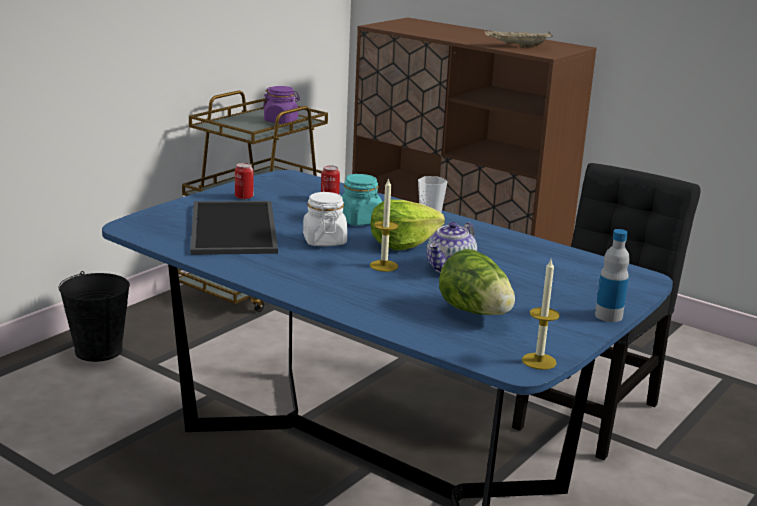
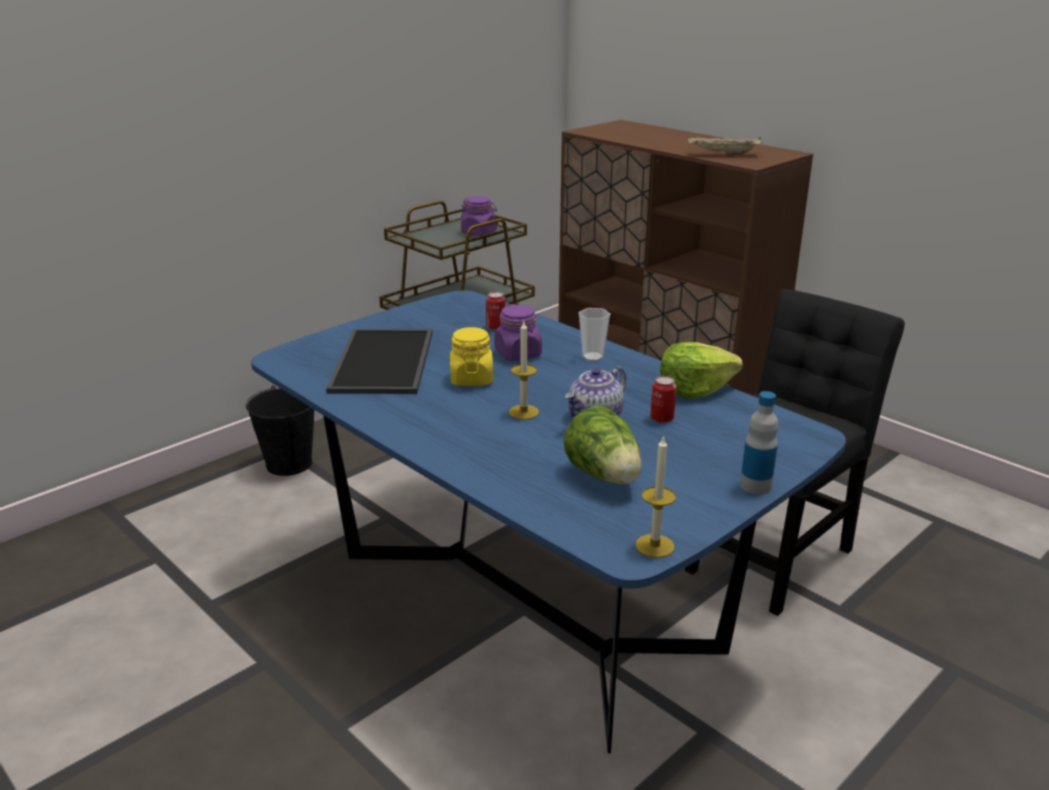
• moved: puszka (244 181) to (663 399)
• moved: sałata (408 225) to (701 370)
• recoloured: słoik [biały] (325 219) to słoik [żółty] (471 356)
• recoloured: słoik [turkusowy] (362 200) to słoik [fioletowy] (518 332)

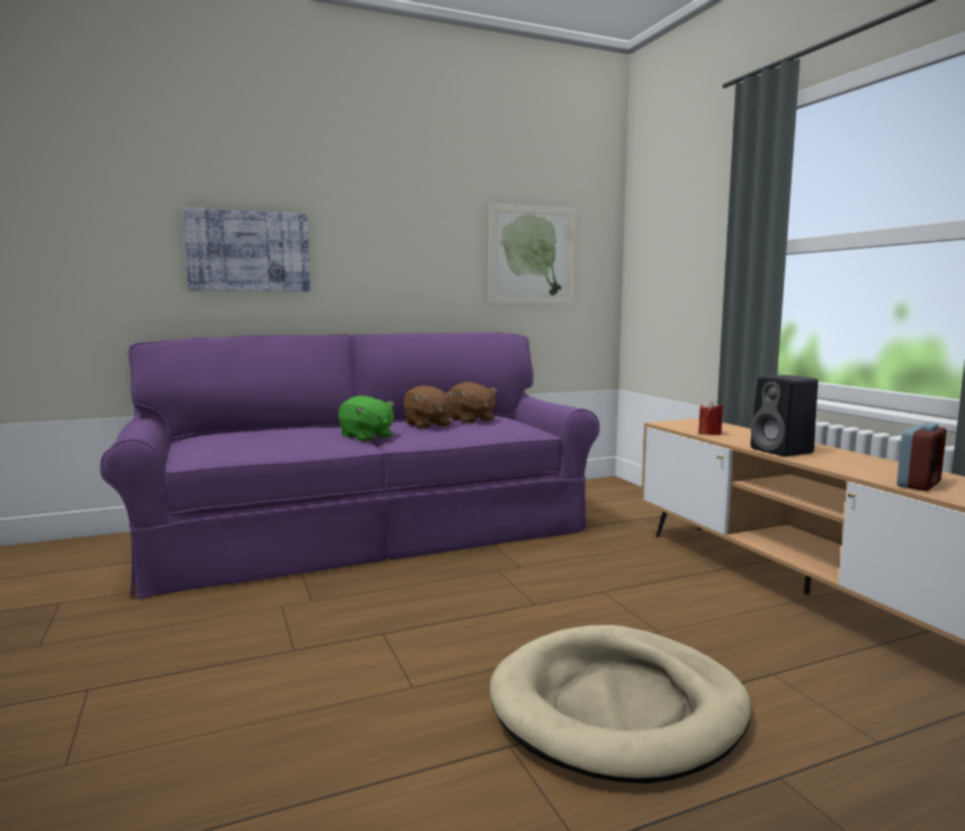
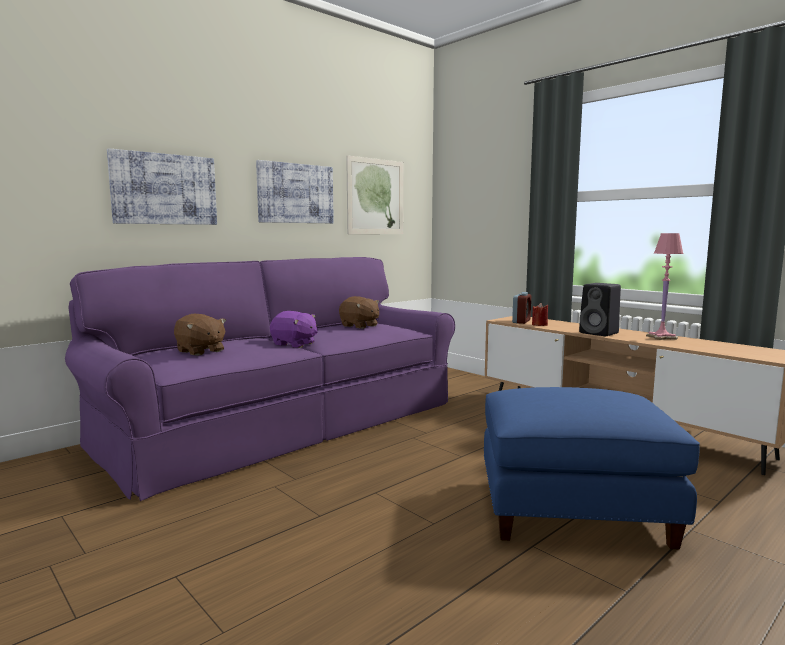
• added: obraz (295 191)
• added: lampa stołowa [różowy] (665 286)
• moved: pluszak [brązowy] (428 407) to (200 335)
• moved: budzik (922 457) to (521 308)
• replaced: legowisko [beżowy] (620 704) to pufa [niebieski] (592 468)
• recoloured: pluszak [zielony] (366 419) to pluszak [fioletowy] (294 329)

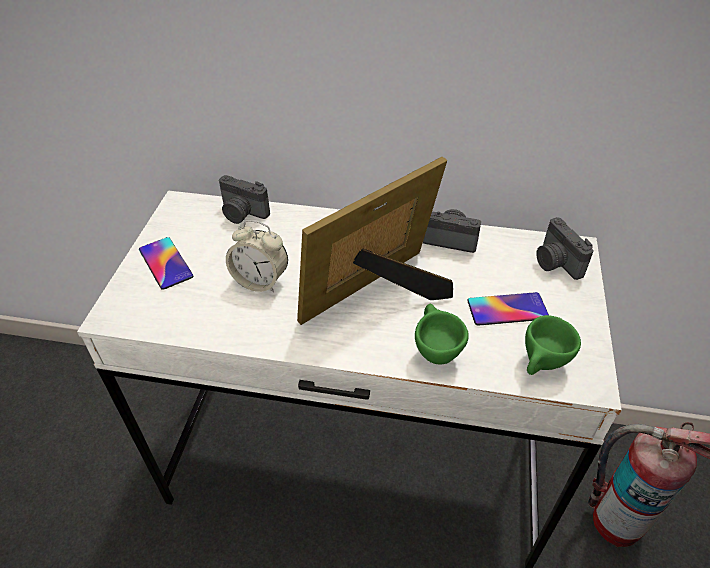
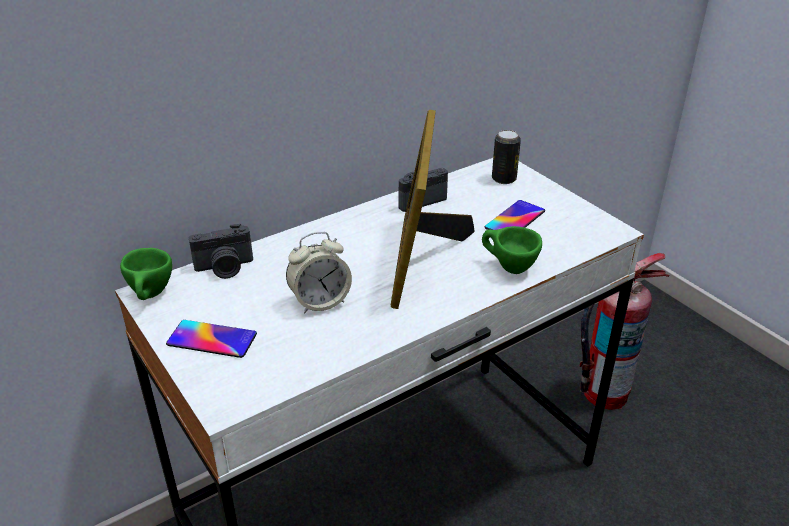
• moved: filiżanka [zielony] (553 345) to (146 274)
• replaced: aparat fotograficzny (564 248) to puszka (506 157)

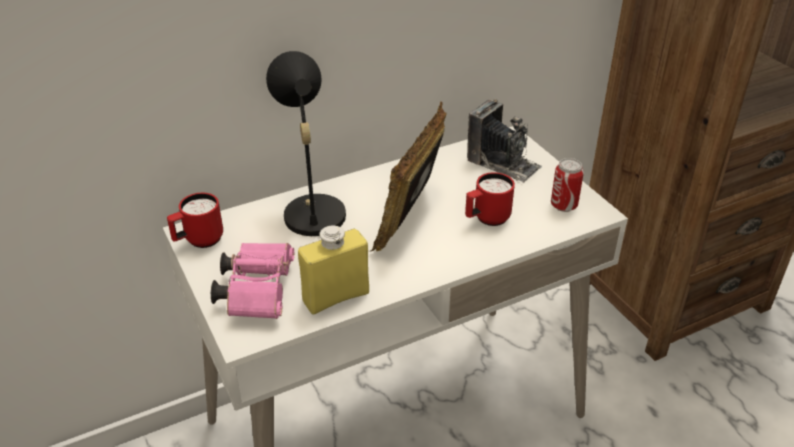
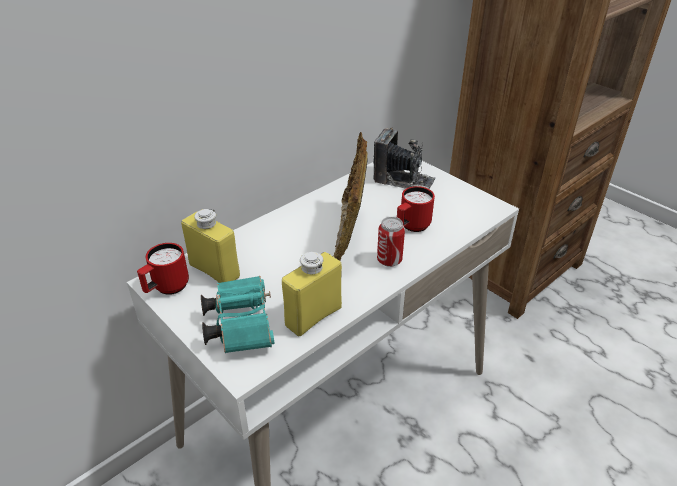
• removed: lampa stołowa [czarny] (306 143)
• added: butelka [żółty] (210 246)
• moved: puszka (567 185) to (391 242)
• recoloured: lornetka [różowy] (252 281) to lornetka [turkusowy] (238 314)

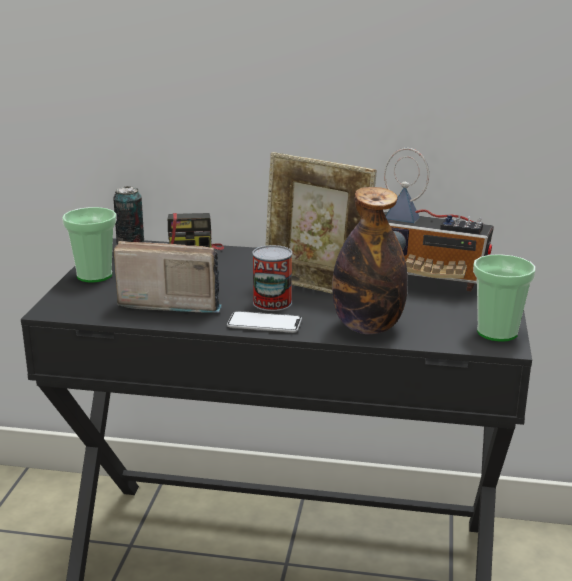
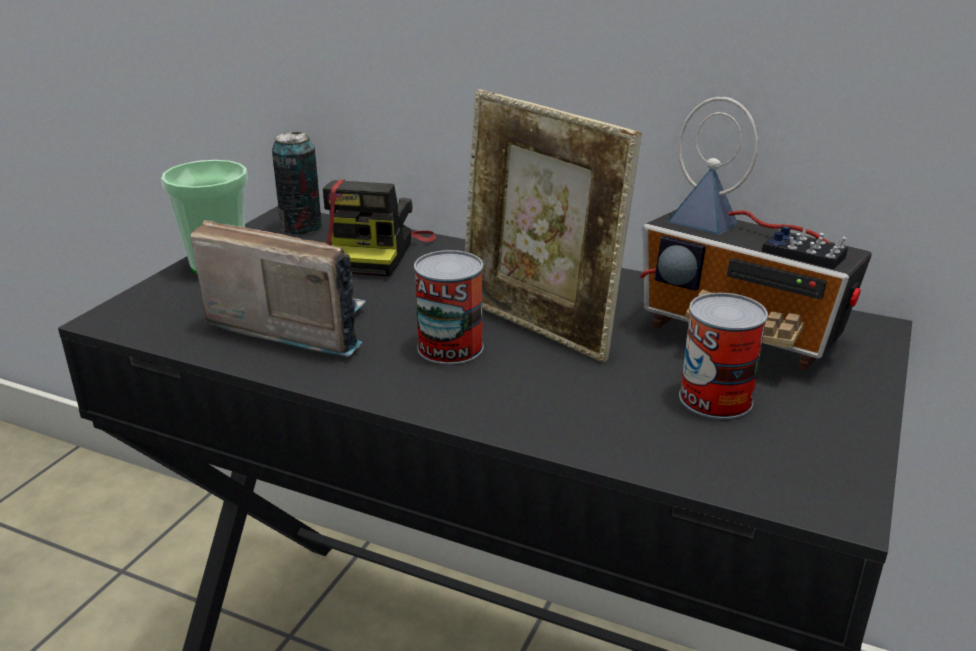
• removed: telefon (264 322)
• removed: butelka (370 260)
• removed: filiżanka (504 298)
• added: puszka (723 356)

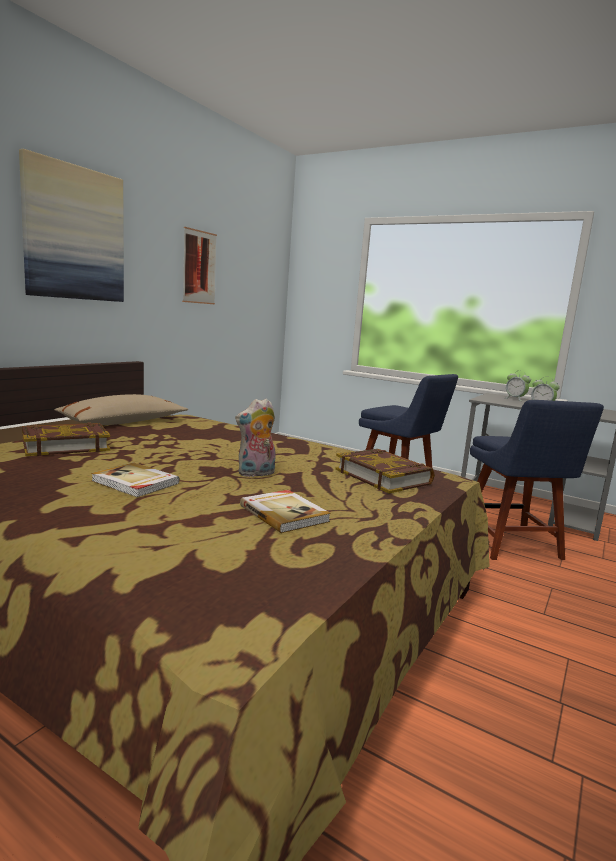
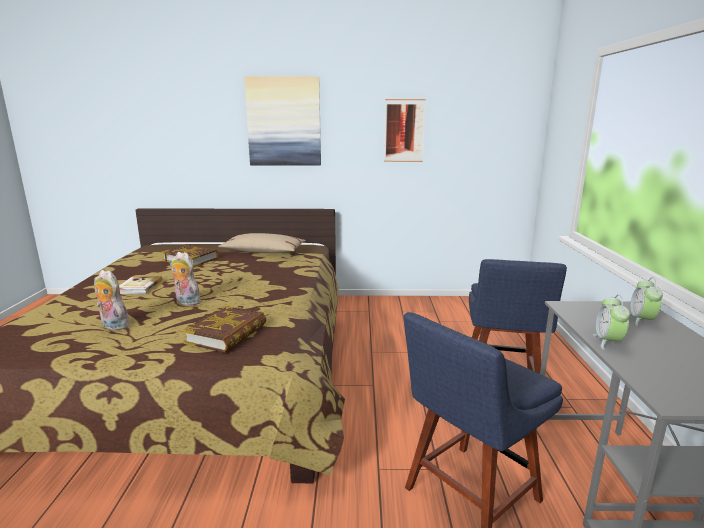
• replaced: książka (285 511) to pluszak (112 300)

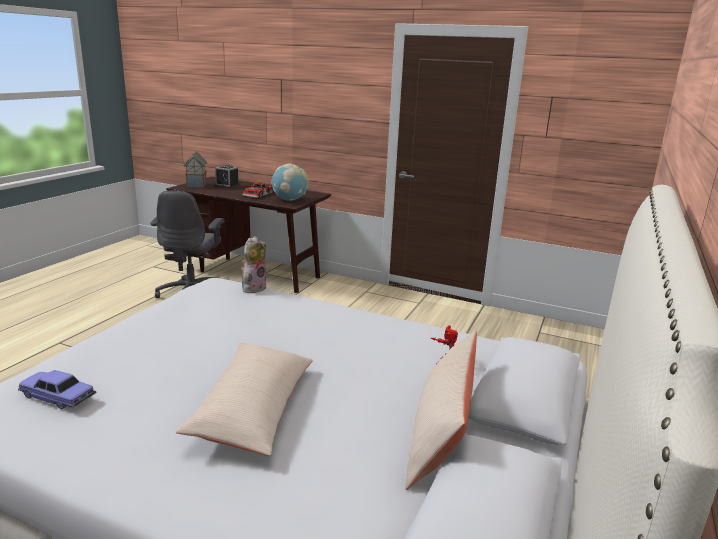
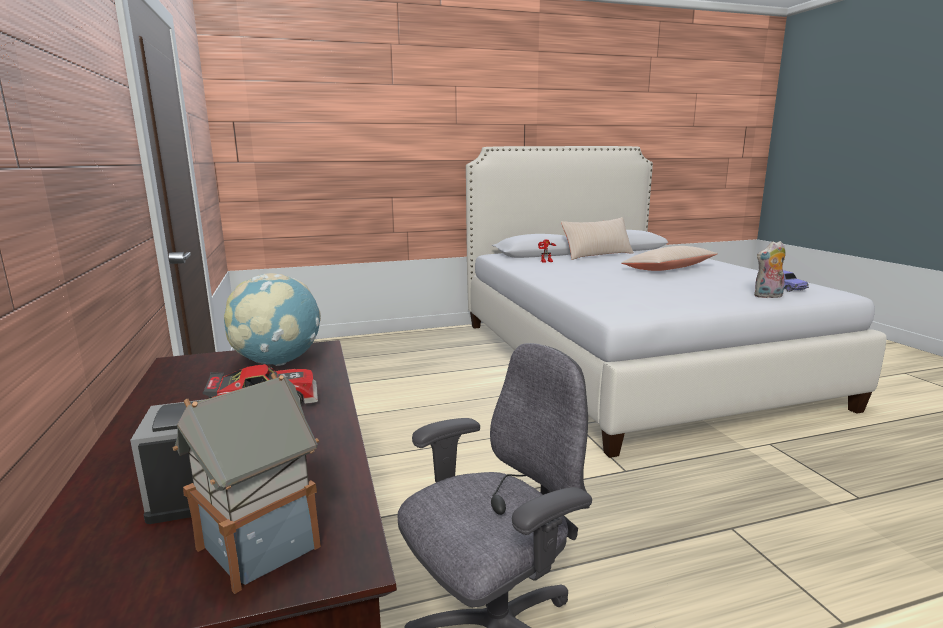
• moved: pluszak (254 264) to (770 269)

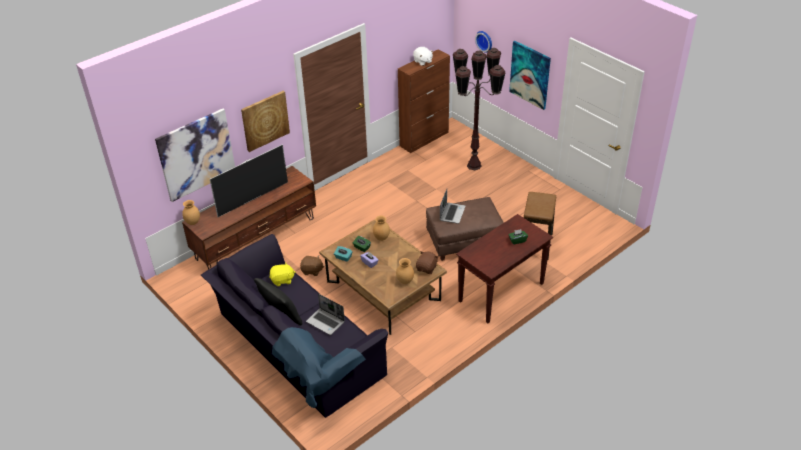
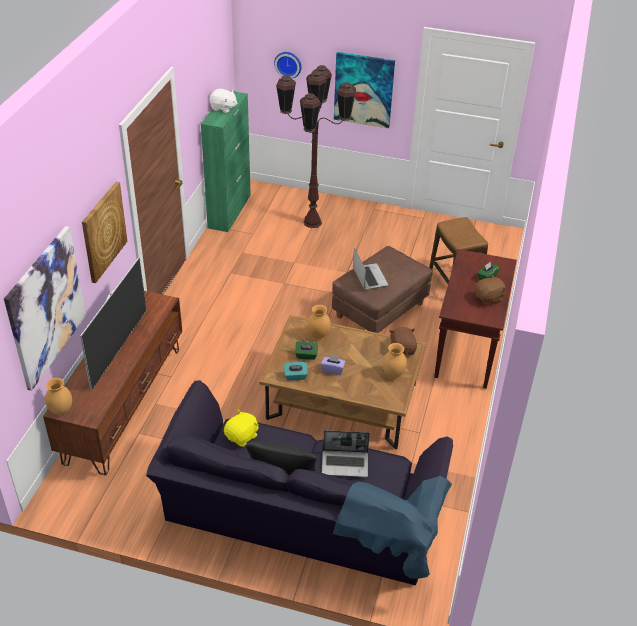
• moved: pluszak [brązowy] (312 266) to (490 290)
• recoloured: szafka [brązowy] (424 101) to szafka [zielony] (226 161)

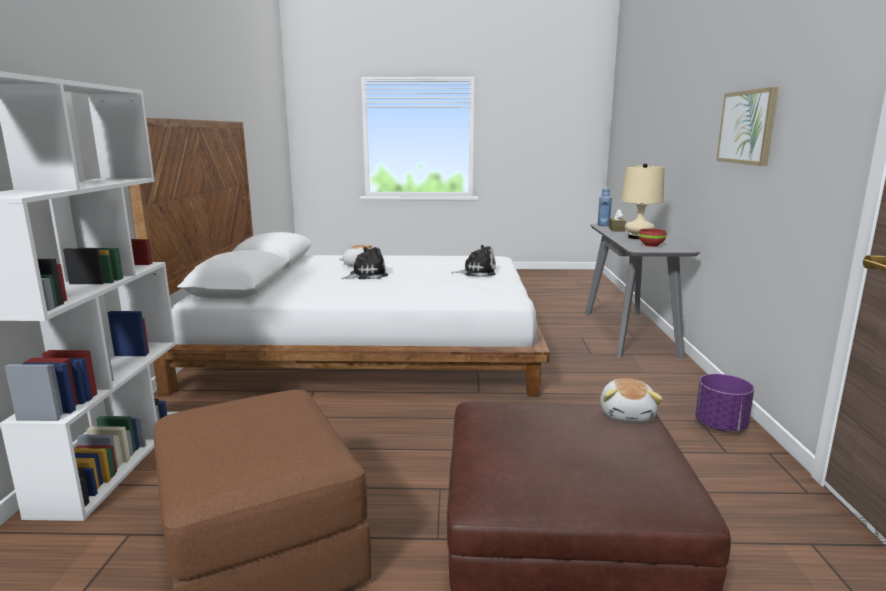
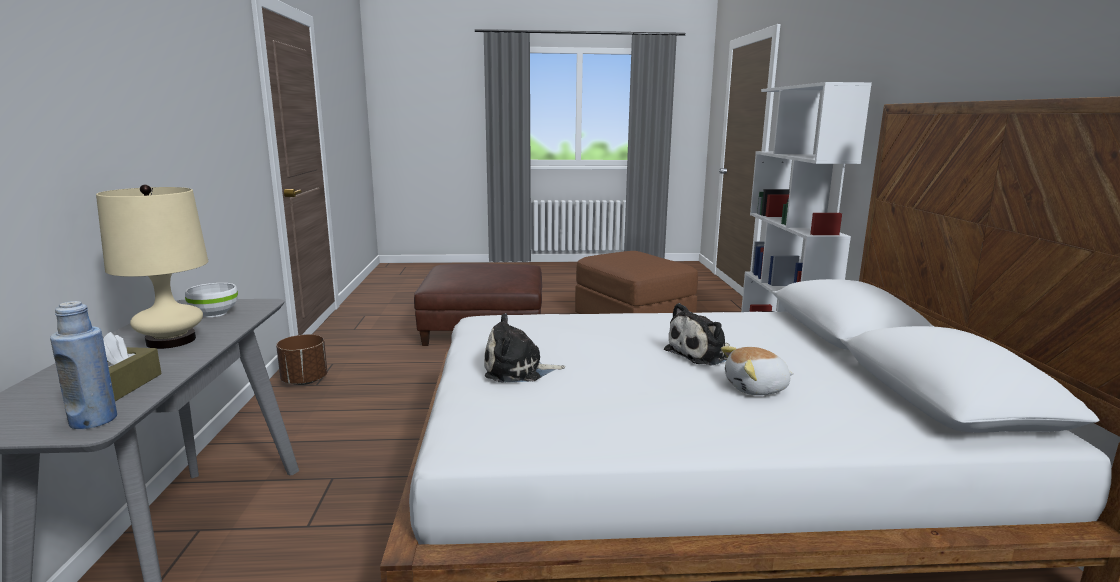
• removed: pluszak (631 400)
• removed: obraz (747 126)
• recoloured: miska [czerwony] (653 238) to miska [biały] (211 300)
• recoloured: donica [fioletowy] (724 403) to donica [brązowy] (301 359)

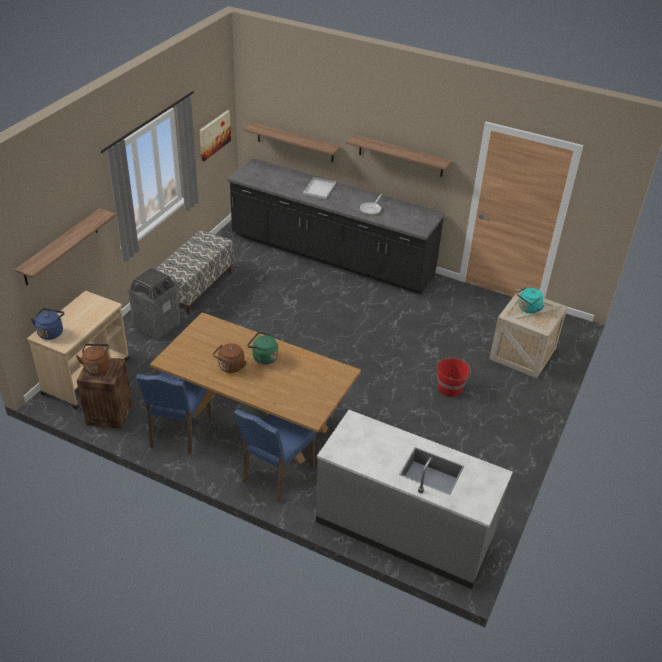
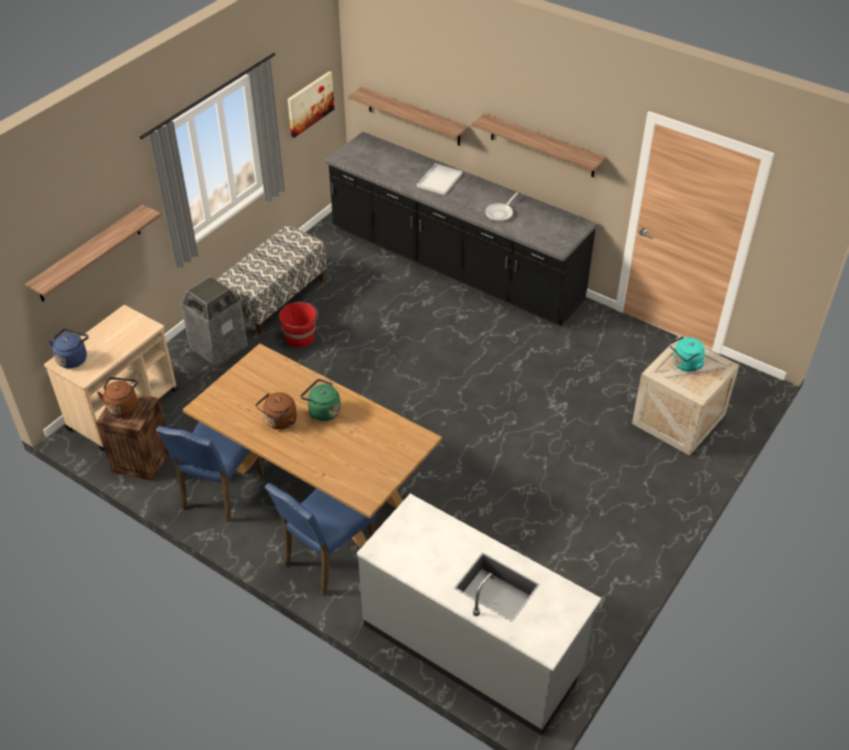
• moved: wiadro [czerwony] (454 377) to (298 324)

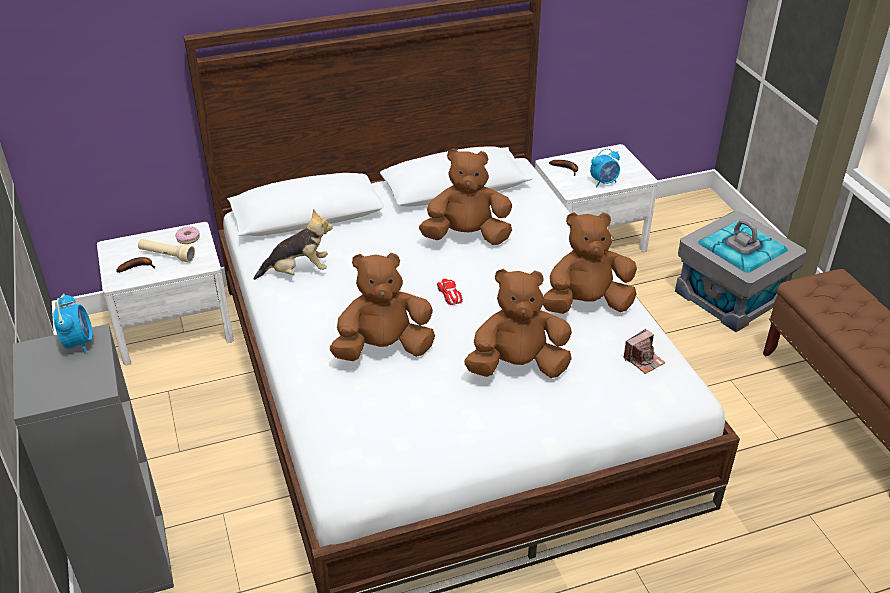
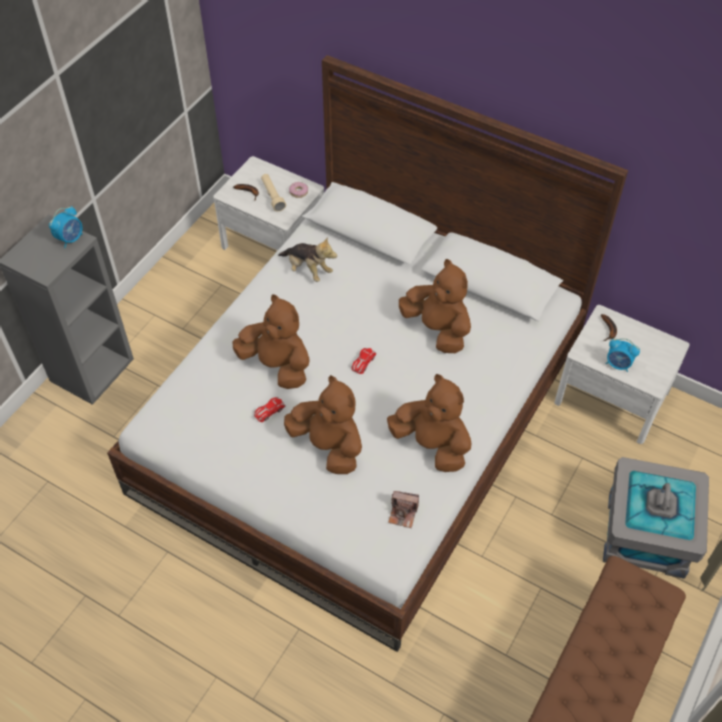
• added: samochodzik (269 409)

